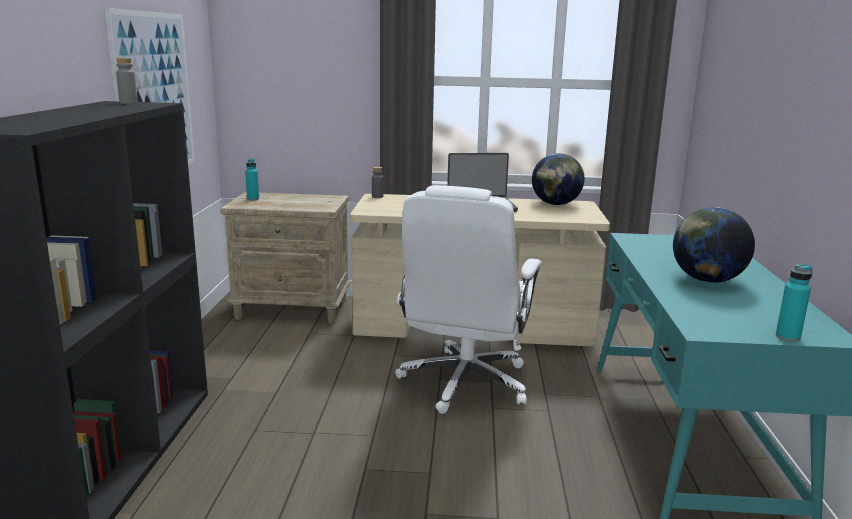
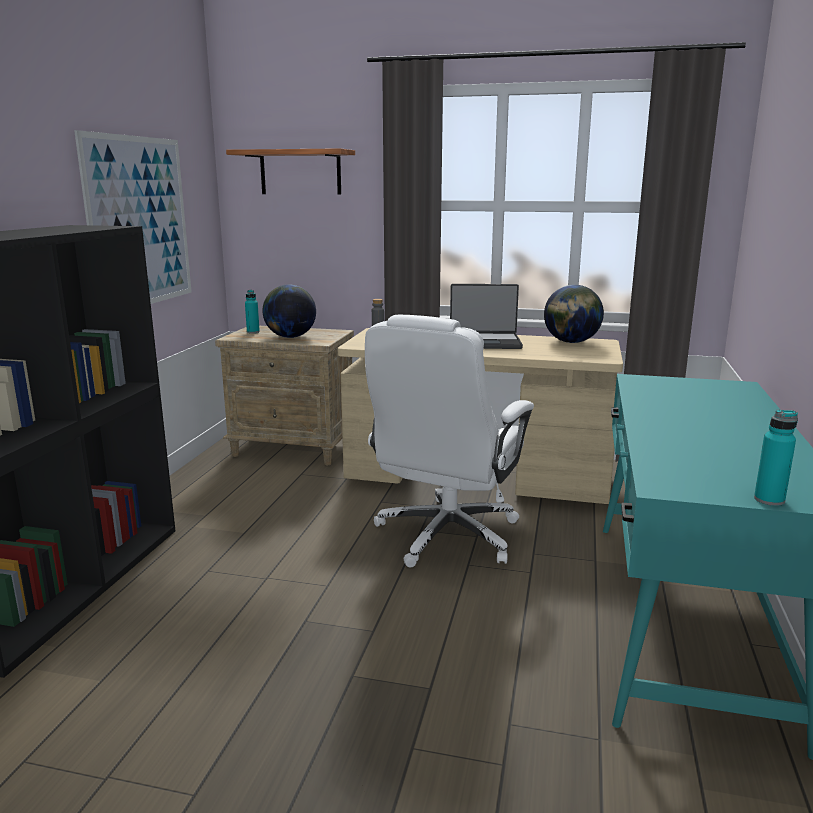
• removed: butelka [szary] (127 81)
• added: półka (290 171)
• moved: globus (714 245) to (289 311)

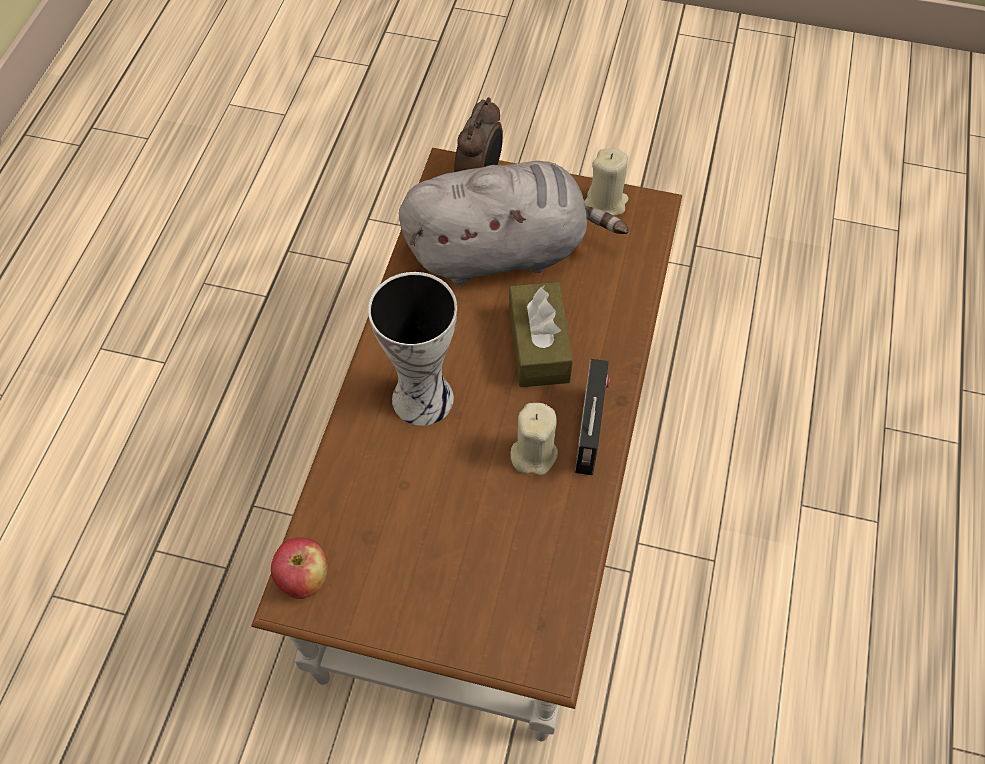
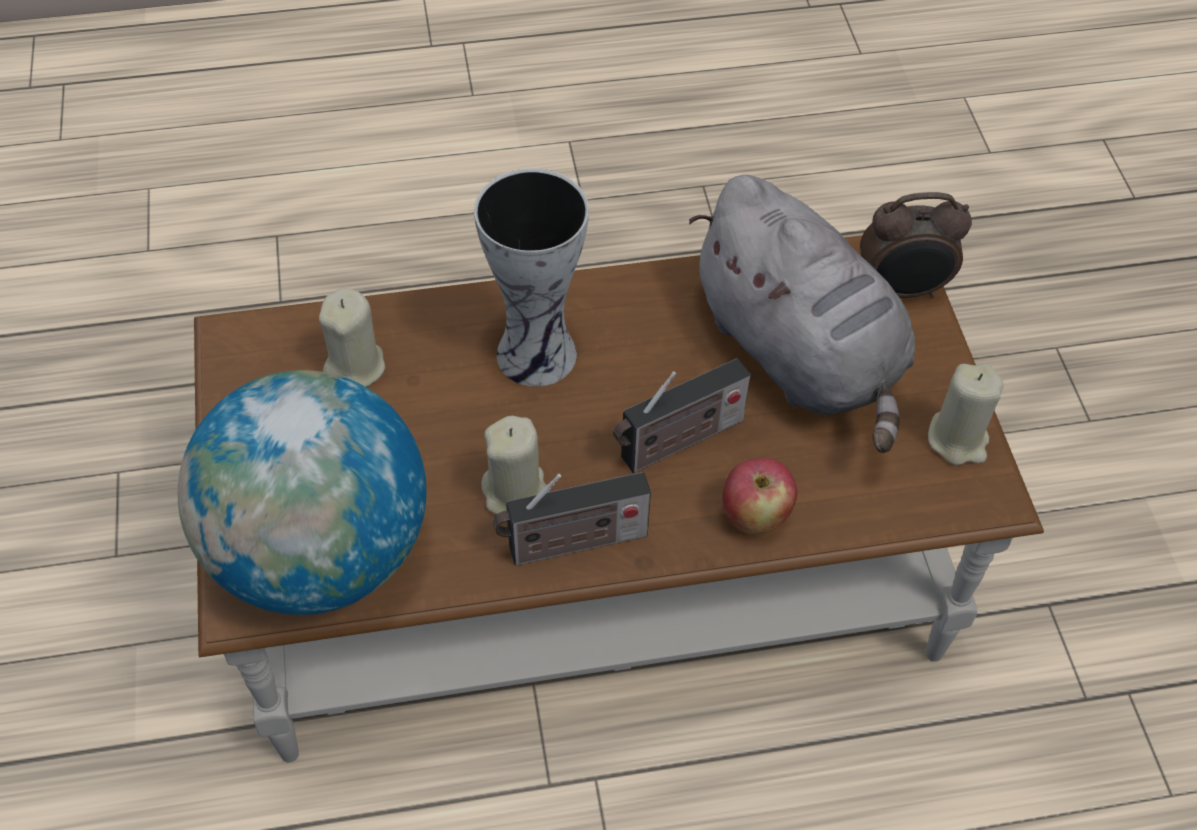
• added: globus (302 492)
• added: świeca [beżowy] (352 337)
• moved: jabłko (299 568) to (759 496)
• replaced: pudełko chusteczek [brązowy] (541 334) to radio (682 415)

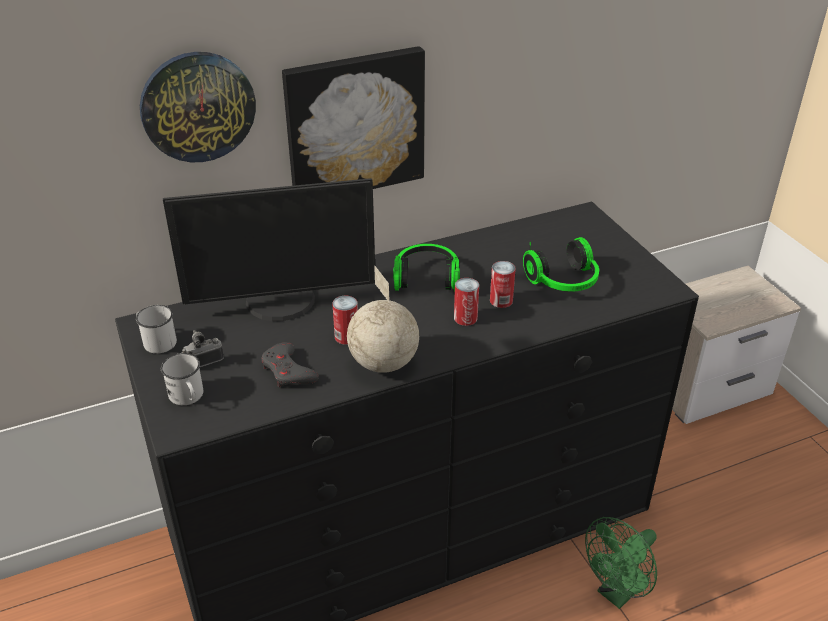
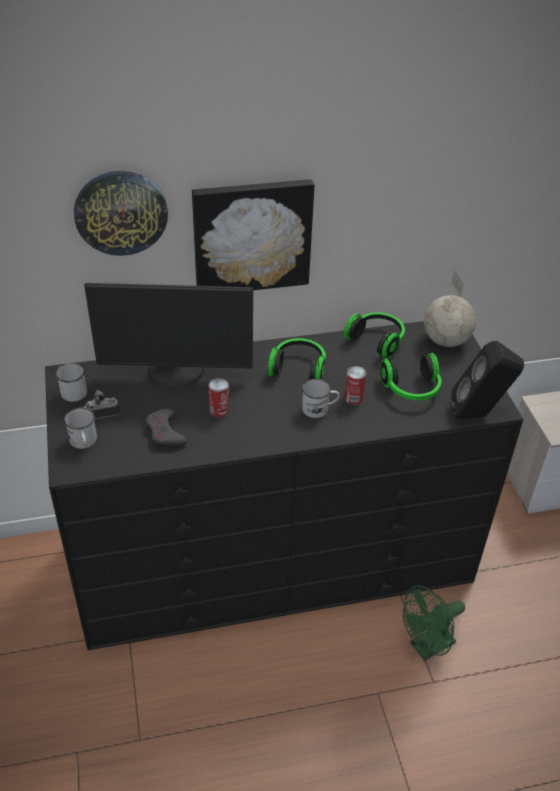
• added: słuchawki (374 335)
• added: głośnik [czarny] (487 380)
• moved: globus (383 319) to (450 308)
• replaced: puszka (466 302) to kubek [biały] (321 398)

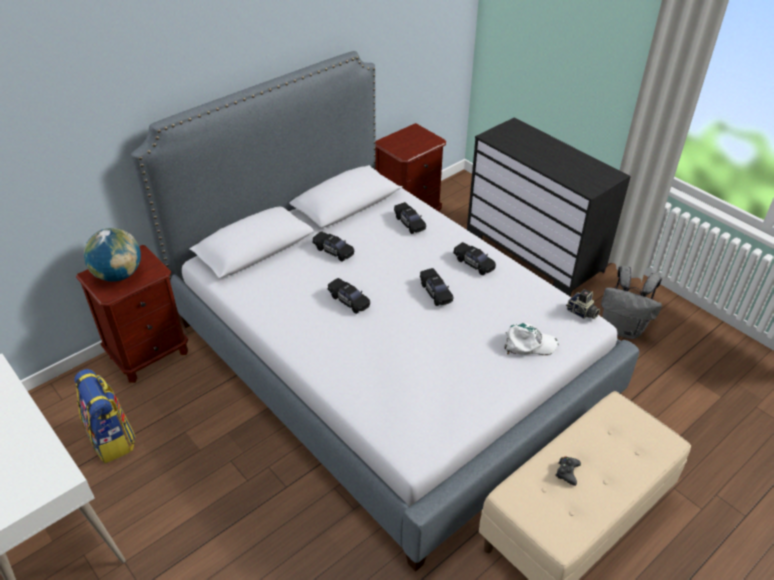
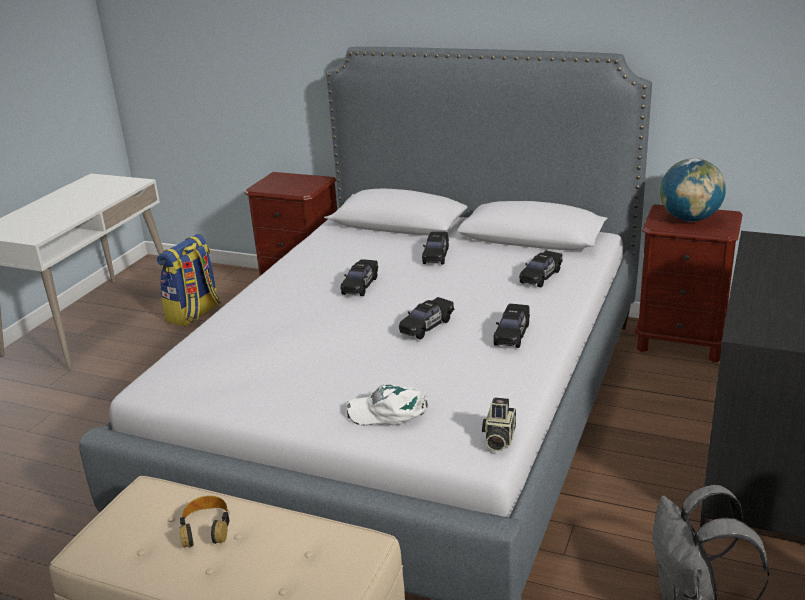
• moved: globus (112 255) to (693 190)
• replaced: pad do gier [czarny] (568 471) to słuchawki (204 521)
• turned: czapka z daszkiem [biały] (531 339) = (387 404) 120 degrees clockwise

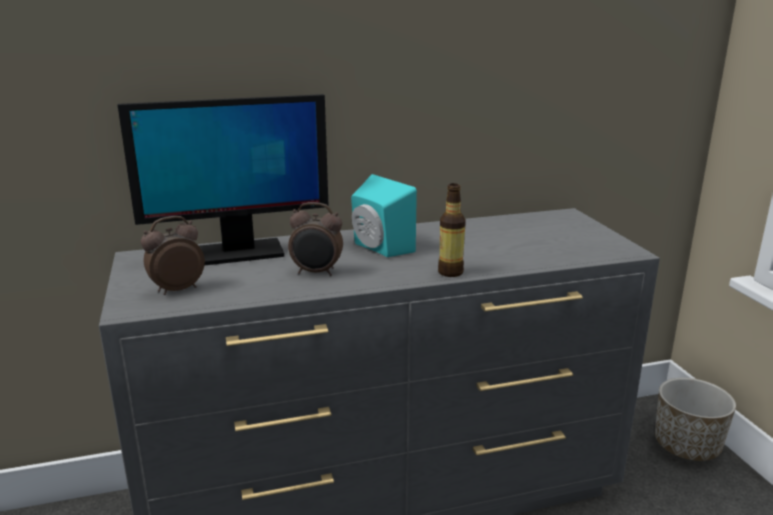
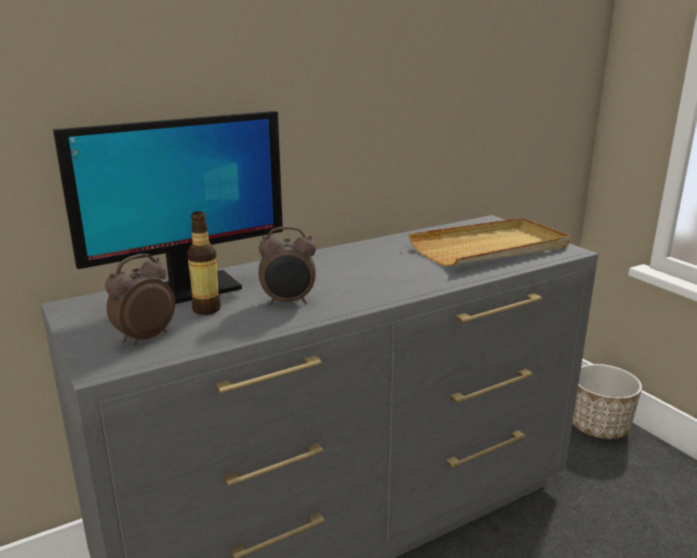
• removed: głośnik [turkusowy] (384 215)
• added: taca [beżowy] (489 242)
• moved: butelka (452 230) to (204 263)

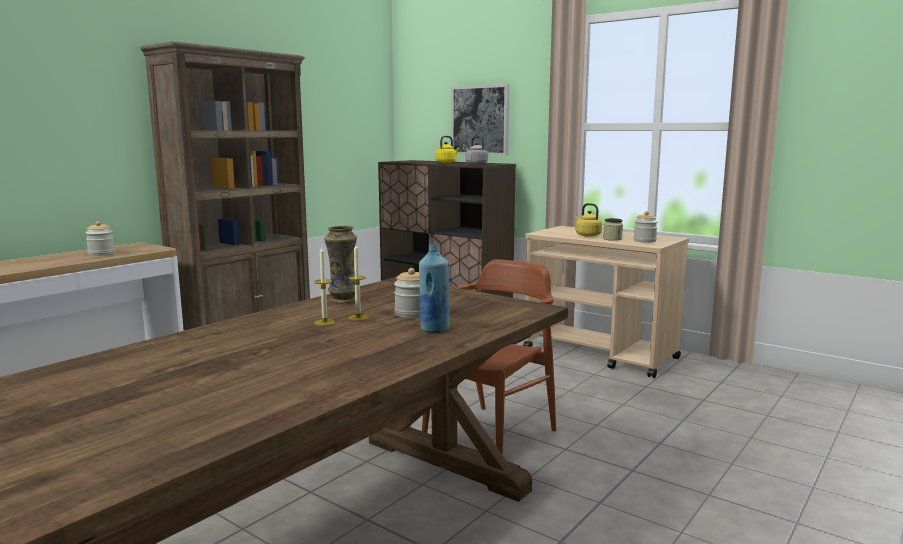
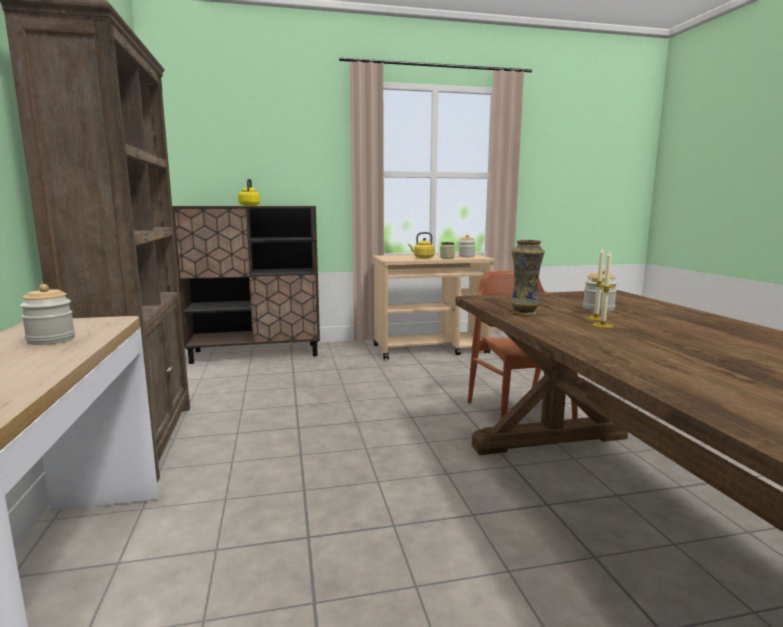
• removed: butelka [niebieski] (434 288)
• removed: obraz (480 119)
• removed: czajnik [szary] (477 150)

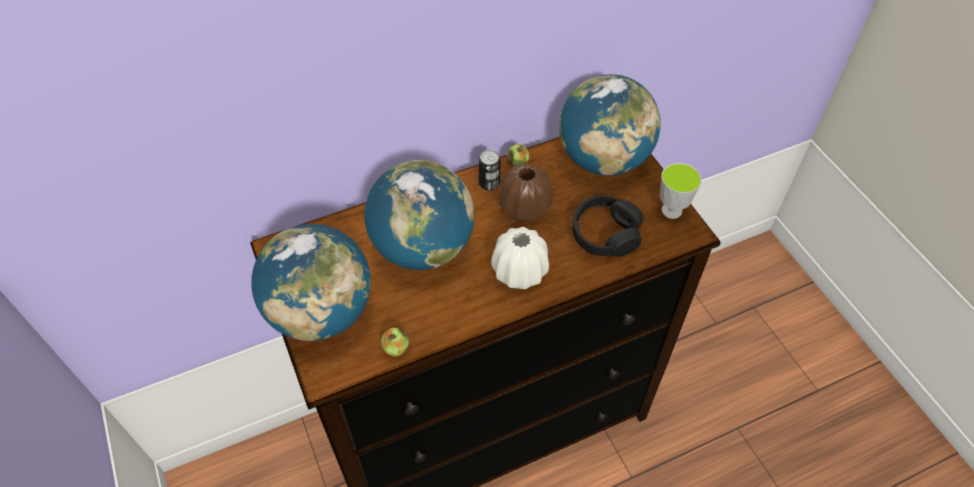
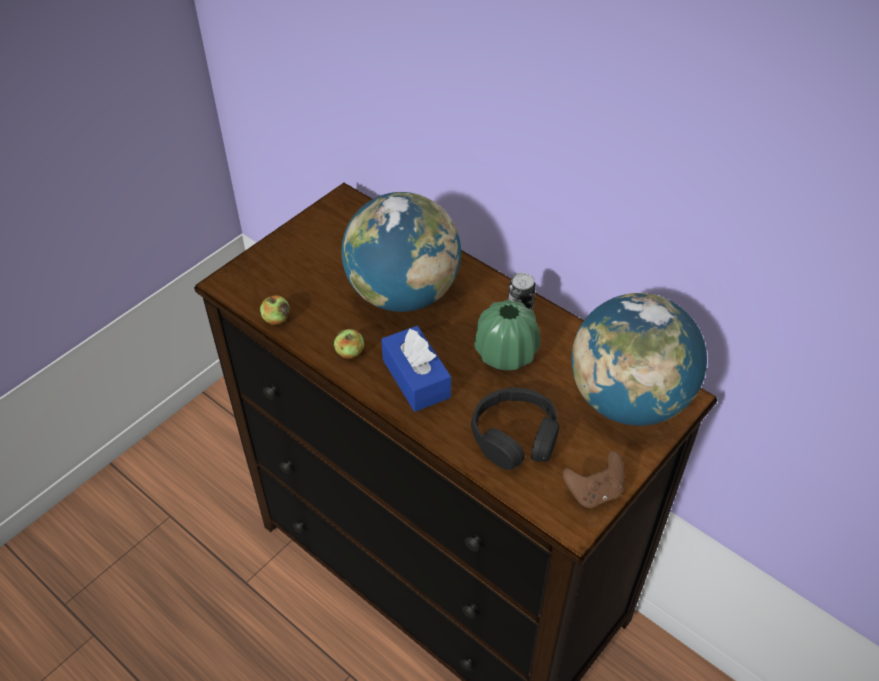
• removed: globus (311 282)
• moved: jabłko (517 155) to (349 344)
• replaced: wazon [biały] (520 258) to pudełko chusteczek [niebieski] (416 369)
• replaced: filiżanka (681 191) to pad do gier [brązowy] (593 479)
• recoloured: wazon [brązowy] (525 193) to wazon [zielony] (507 335)

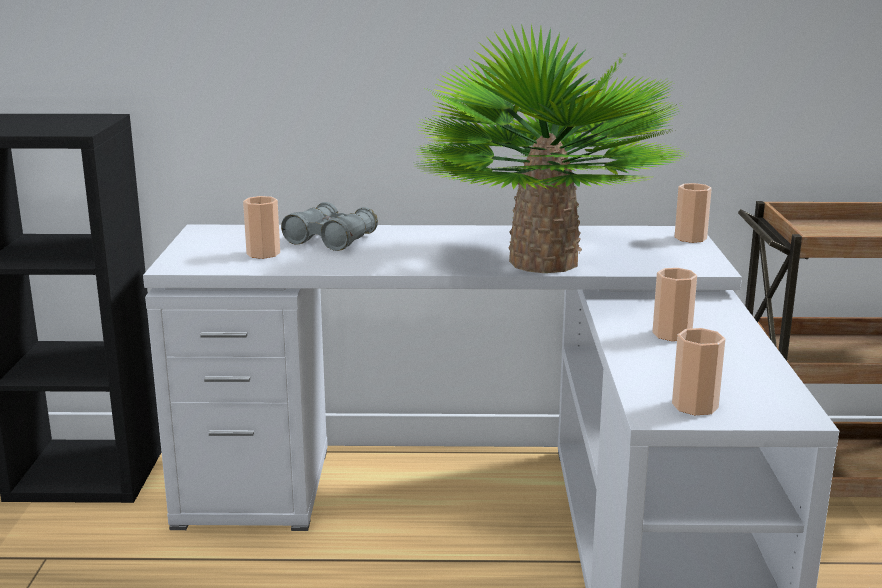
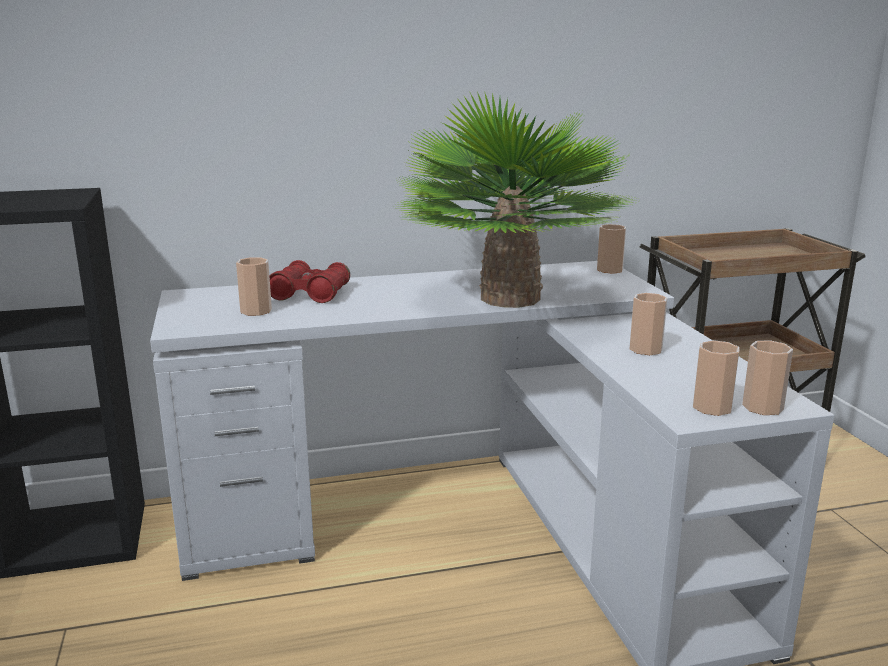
• added: filiżanka (767 377)
• recoloured: lornetka [szary] (329 226) to lornetka [czerwony] (309 281)

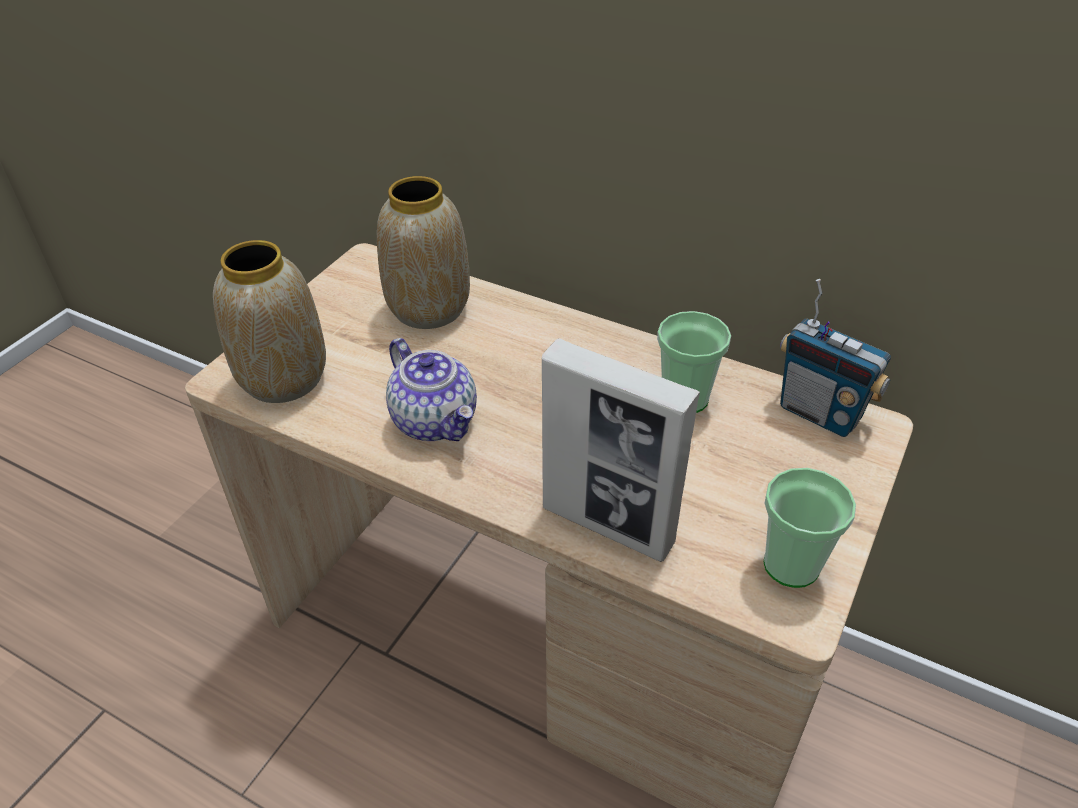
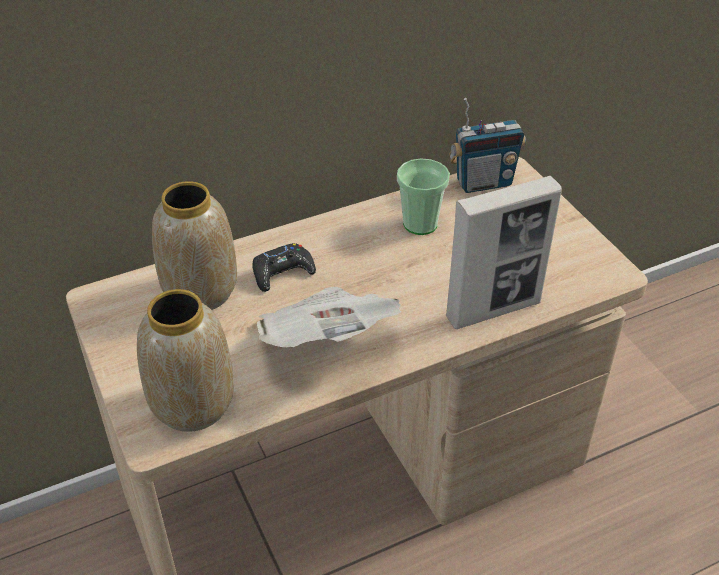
• removed: filiżanka (810 528)
• added: pad do gier [czarny] (284 267)
• replaced: imbryk (431 389) to gazeta (329 316)

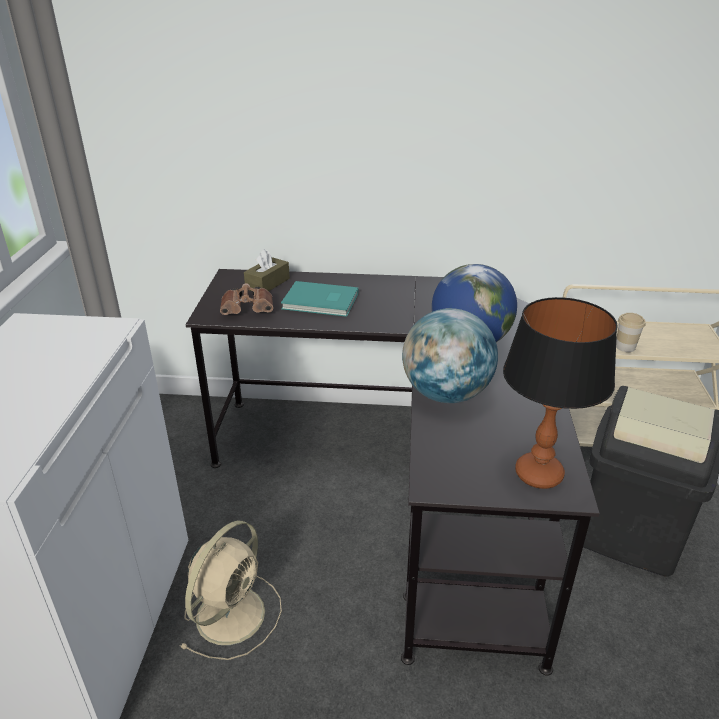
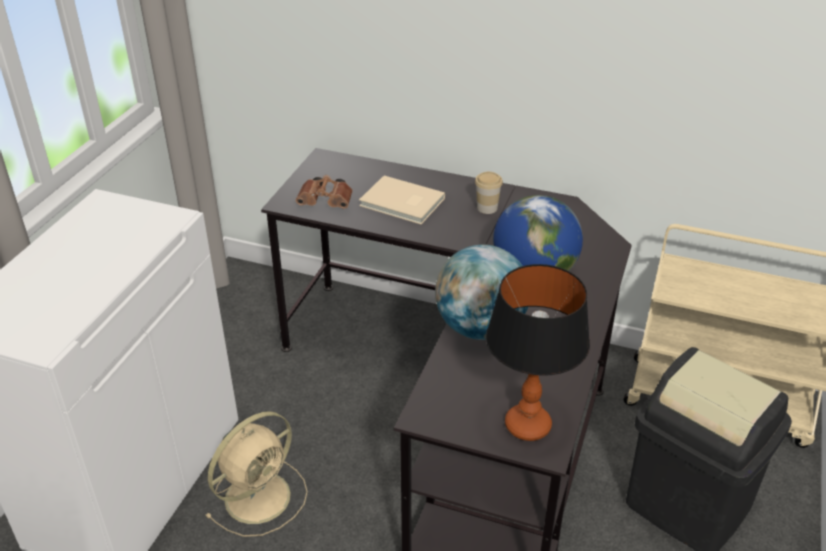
• removed: pudełko chusteczek [brązowy] (267 270)
• moved: filiżanka (631 332) to (489 193)
• recoloured: książka [turkusowy] (320 299) to książka [beżowy] (402 200)

